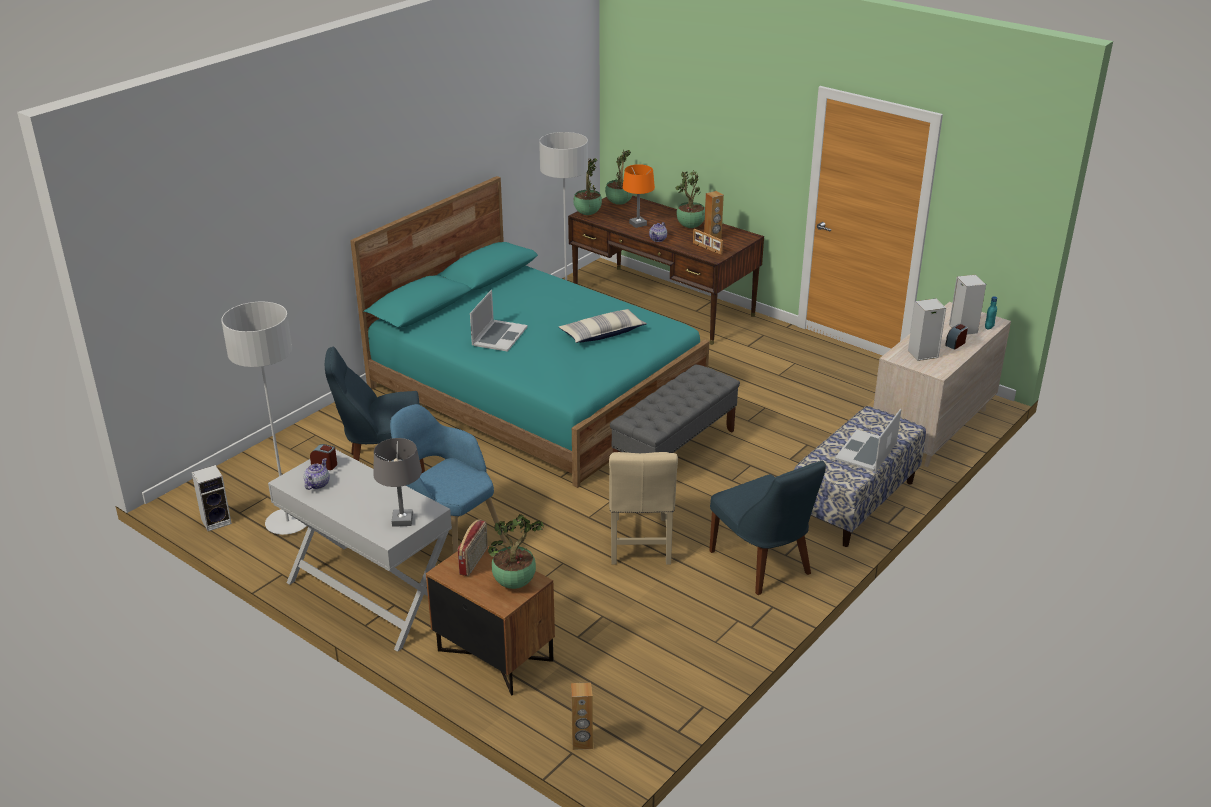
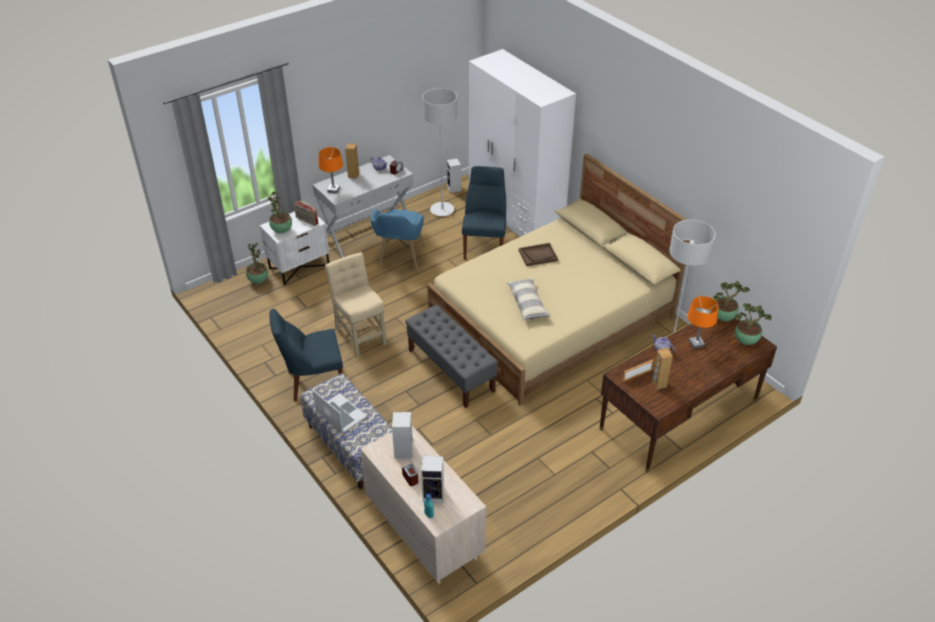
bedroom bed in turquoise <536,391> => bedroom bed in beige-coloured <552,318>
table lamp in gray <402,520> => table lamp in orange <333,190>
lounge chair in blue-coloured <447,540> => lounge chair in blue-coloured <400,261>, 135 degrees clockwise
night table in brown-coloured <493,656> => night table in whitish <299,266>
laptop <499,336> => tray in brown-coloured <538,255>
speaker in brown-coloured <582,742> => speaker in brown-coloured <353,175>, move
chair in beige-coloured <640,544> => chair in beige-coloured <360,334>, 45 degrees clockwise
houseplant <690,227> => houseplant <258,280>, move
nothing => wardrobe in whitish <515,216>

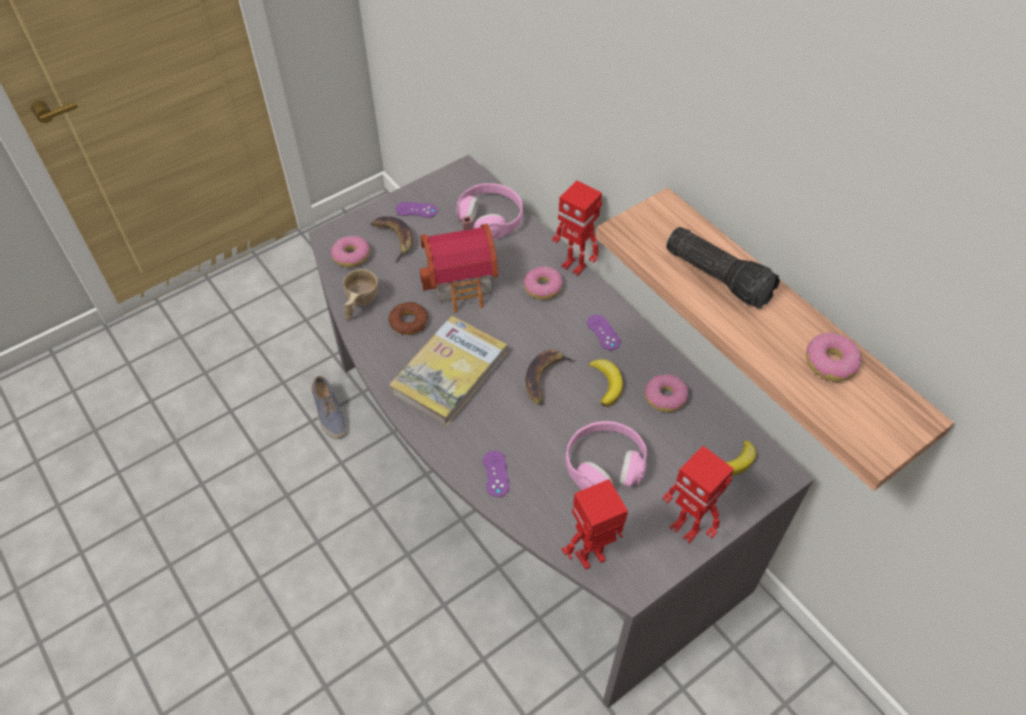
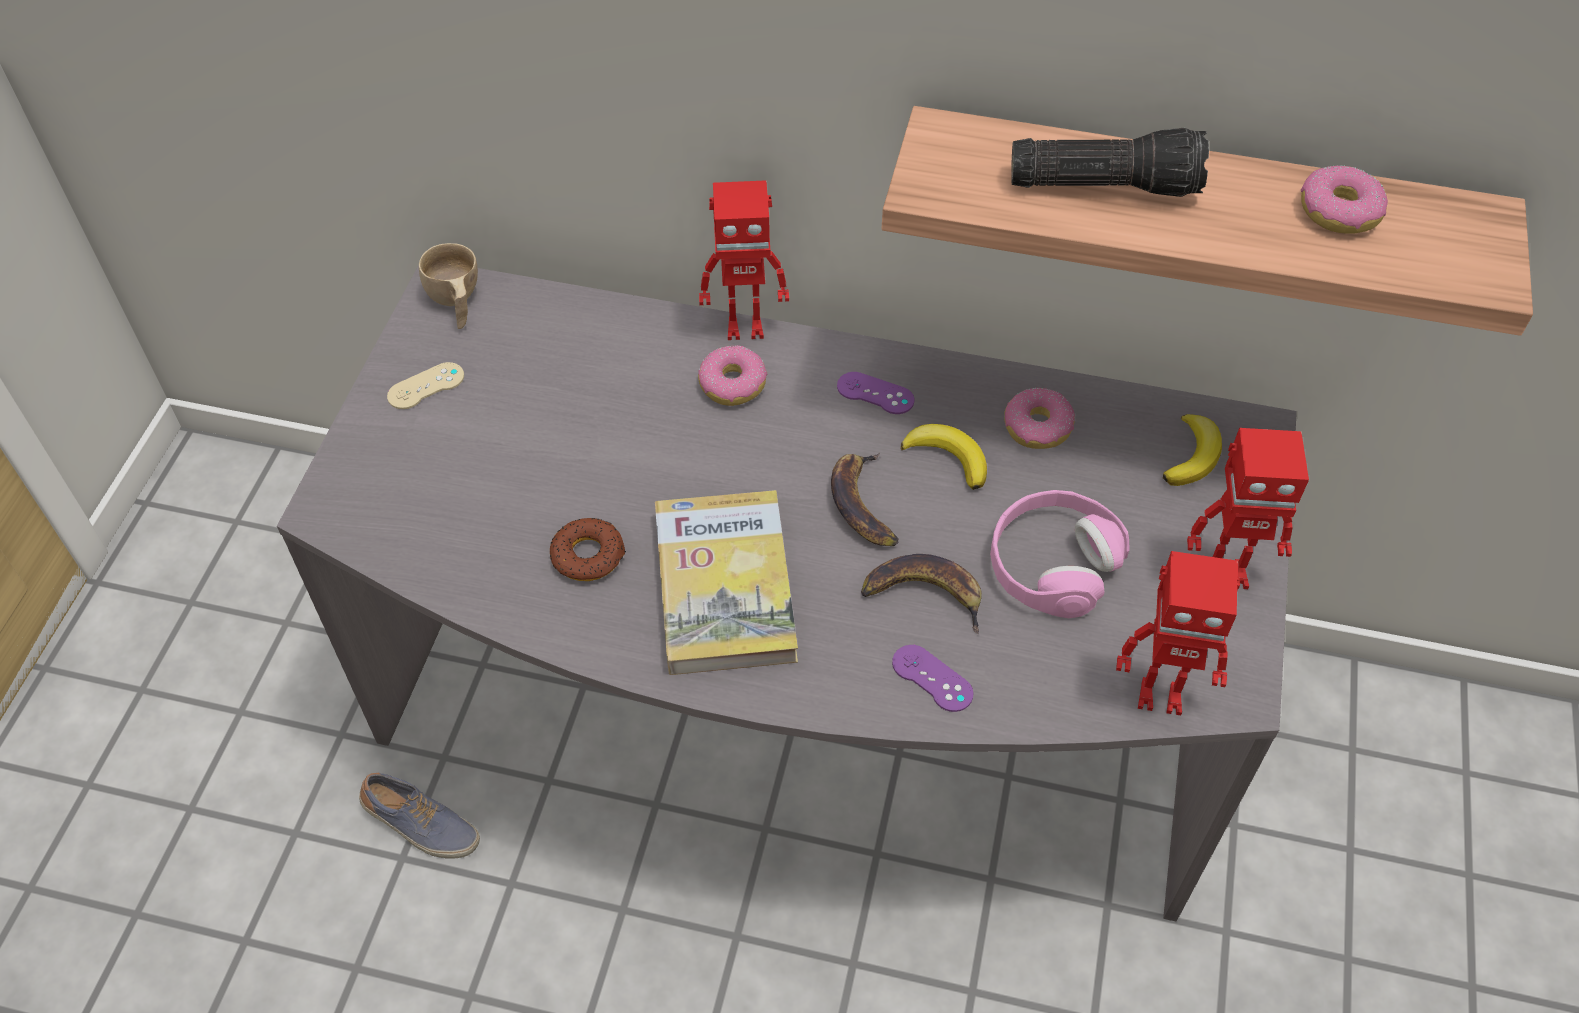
ring doughnut <351,256> => nothing
small cup in beige-coloured <359,304> => small cup in beige-coloured <456,303>, move
banana <394,239> => banana <925,594>, move
joypad in purple <416,210> => joypad in beige-coloured <426,386>
model house <463,282> => nothing
pair of headphones in pink <491,217> => nothing
robot figure <591,558> => robot figure <1159,695>, 105 degrees counterclockwise

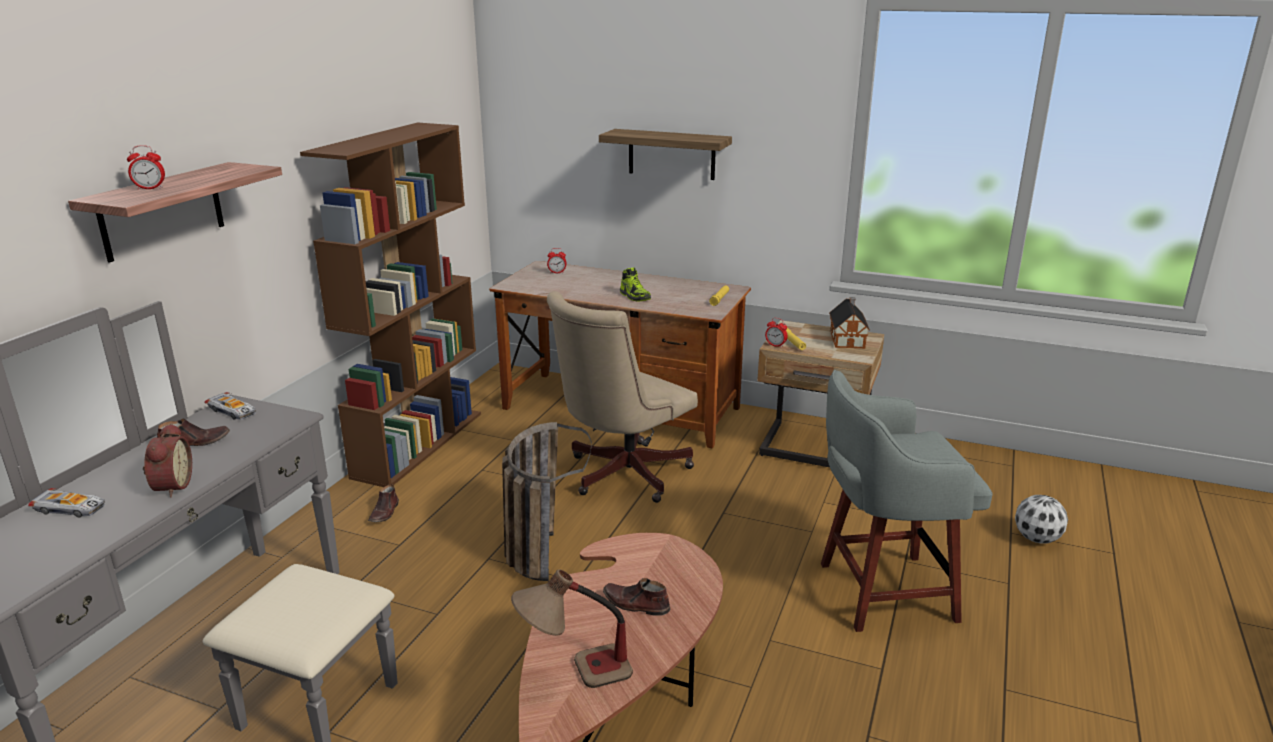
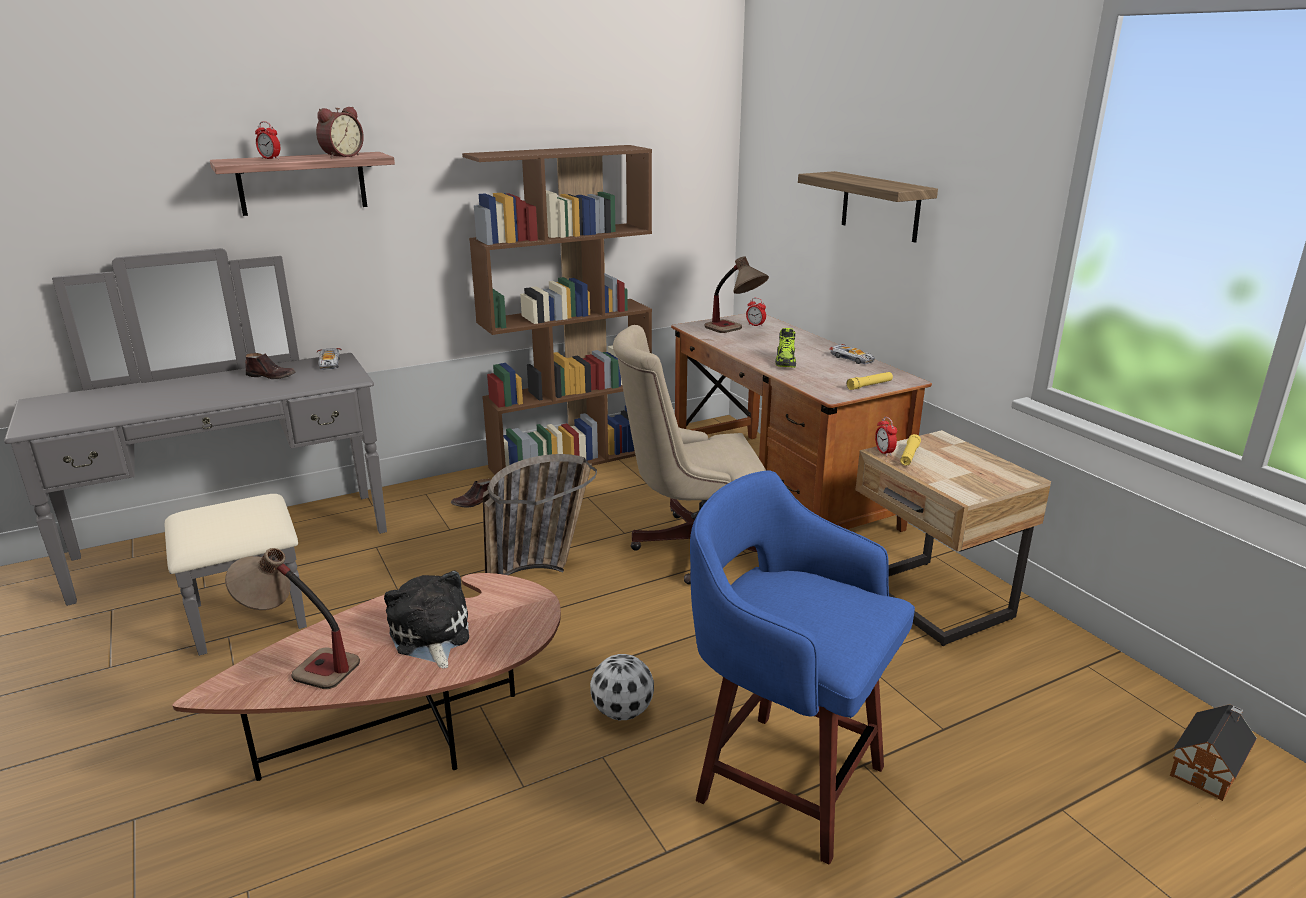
model car <70,508> => model car <852,358>, move
alarm clock <170,486> => alarm clock <341,156>, move
low shoe in brown-coloured <635,604> => plush toy <430,637>
stool seat in gray <881,592> => stool seat in blue-coloured <784,780>
model house <847,339> => model house <1208,767>, move
football ball <1037,539> => football ball <622,713>, move
nothing => table lamp <735,332>

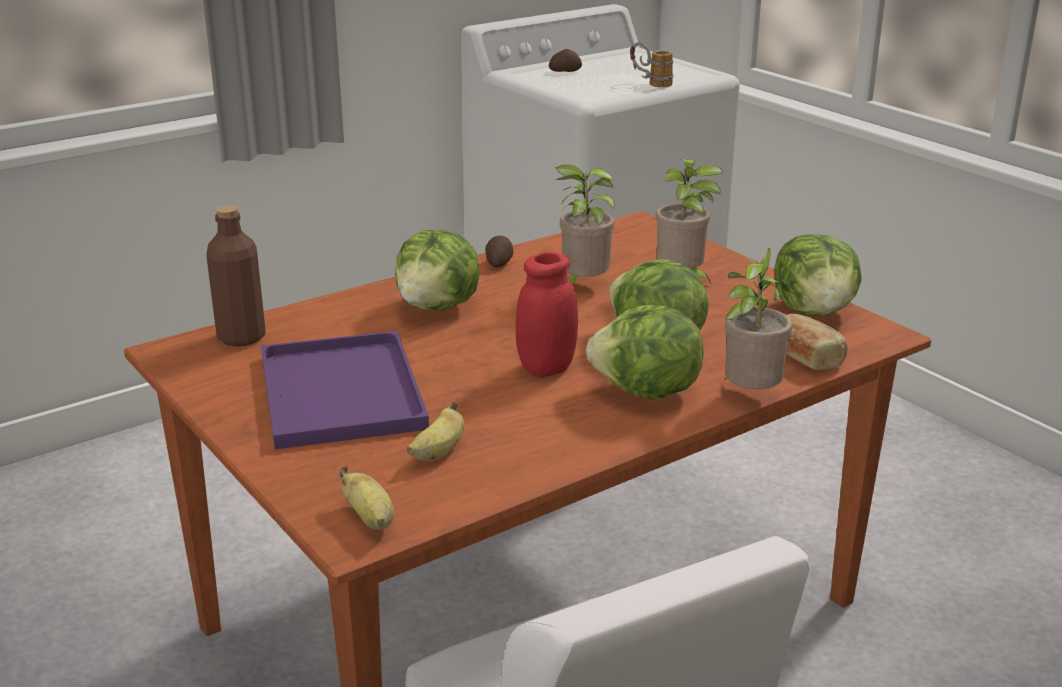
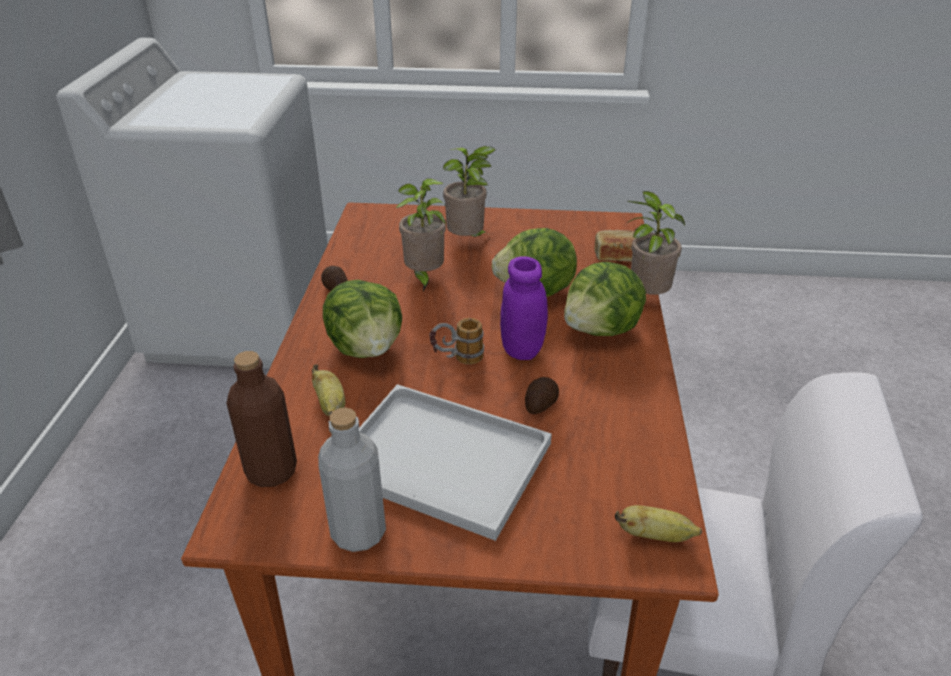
tray in purple <344,393> => tray in whitish <446,459>
banana <438,453> => banana <330,405>, move
jar in reddish <547,368> => jar in purple <522,349>
spud <565,71> => spud <540,404>, move
coffee mug <650,83> => coffee mug <457,359>, move
head of lettuce <815,311> => nothing
nothing => bottle in gray <358,532>

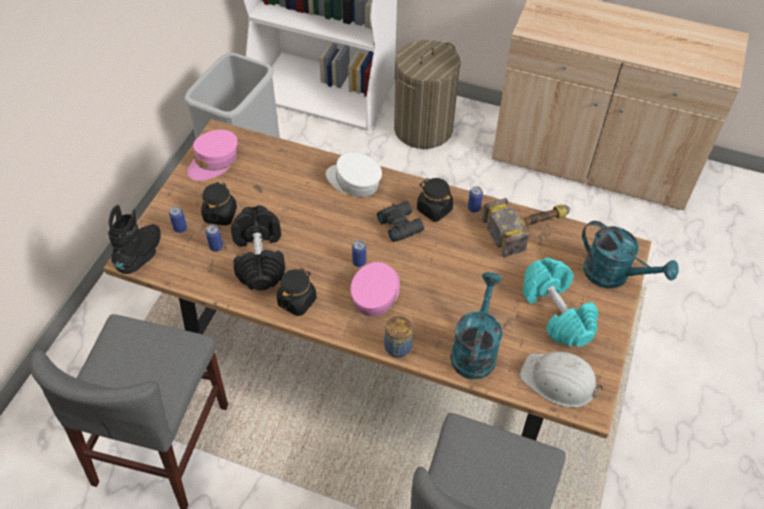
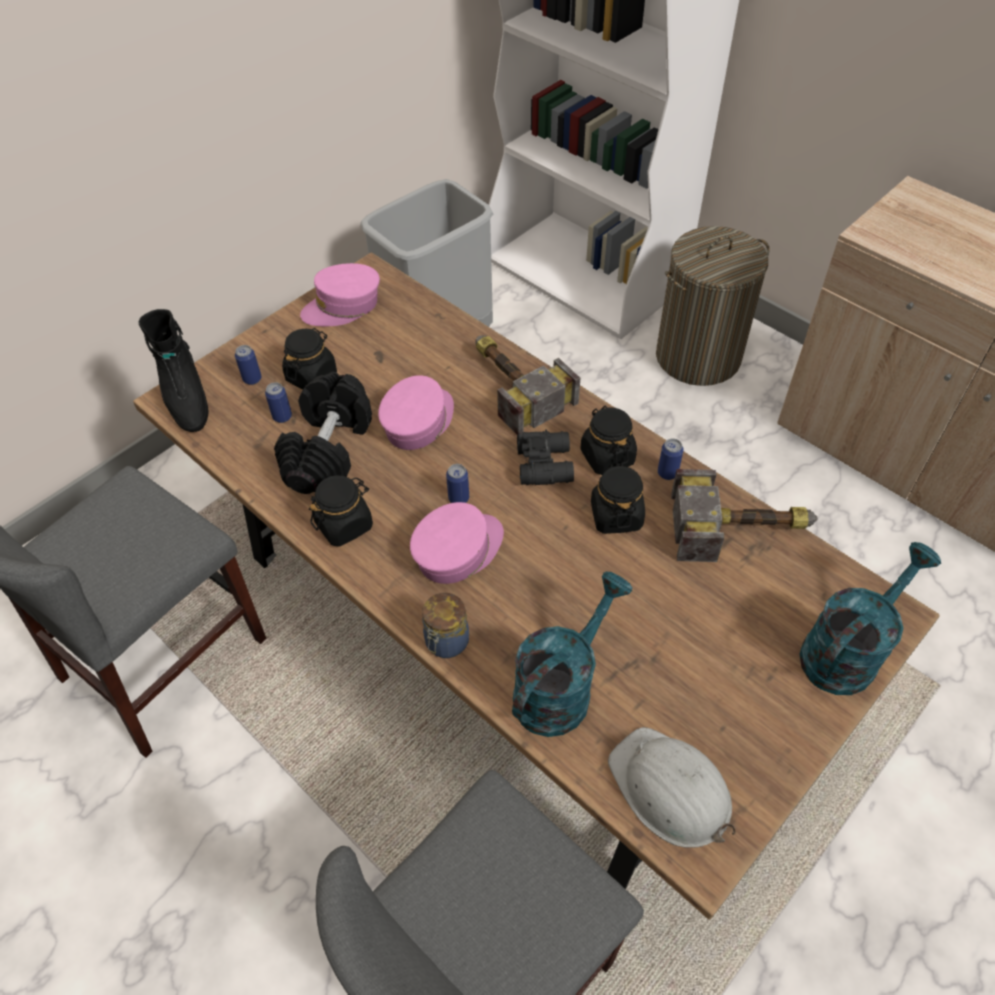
high-top boot in black-coloured <141,255> => high-top boot in black-coloured <186,399>, 120 degrees clockwise
peaked cap in whitish <354,181> => tool hammer <512,384>
hand weight in turquoise <557,312> => nothing
watering pot in turquoise <614,276> => watering pot in turquoise <847,650>, 105 degrees counterclockwise
nothing => peaked cap in pink <418,422>
nothing => jar in black-coloured <616,515>

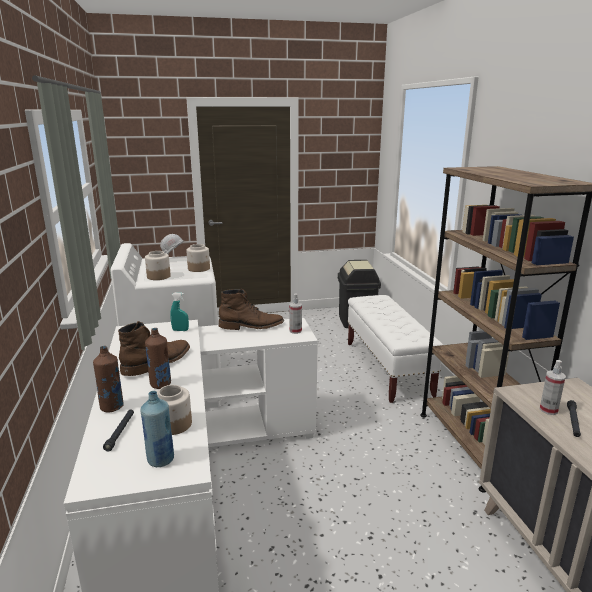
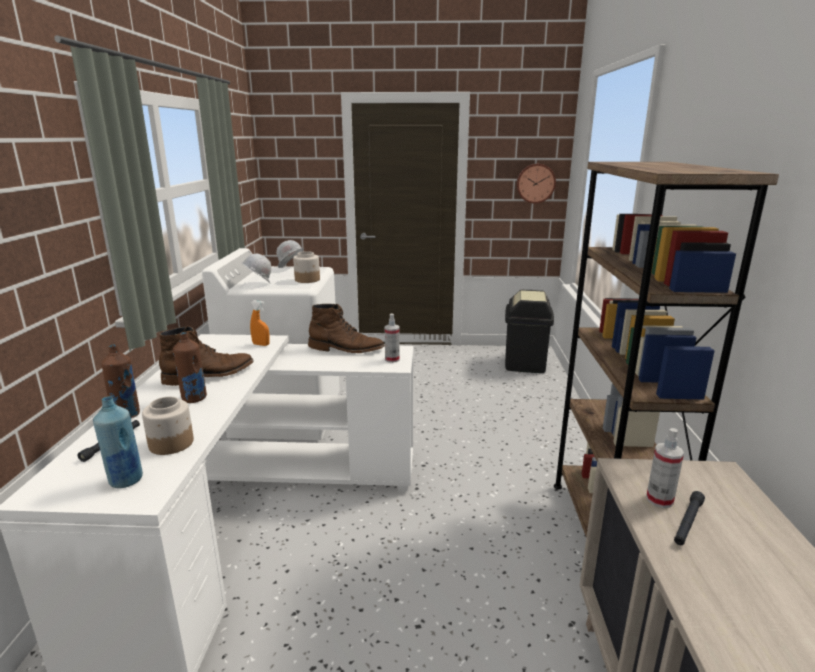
jar <158,276> => hard hat in whitish <258,284>
sprayer in turquoise <180,330> => sprayer in orange <261,344>
long seat in whitish <387,368> => nothing
nothing => hanging clock <535,183>

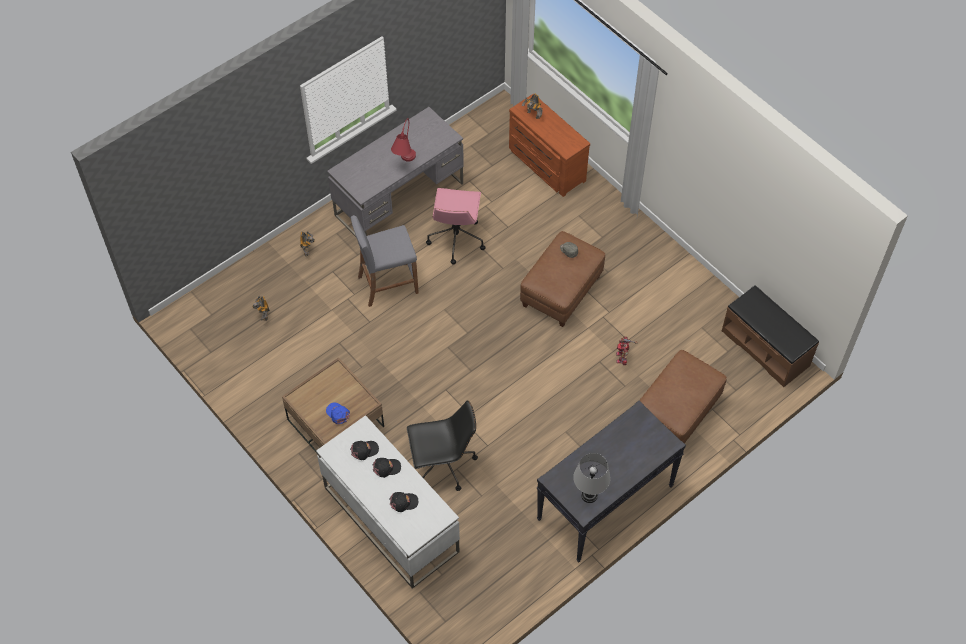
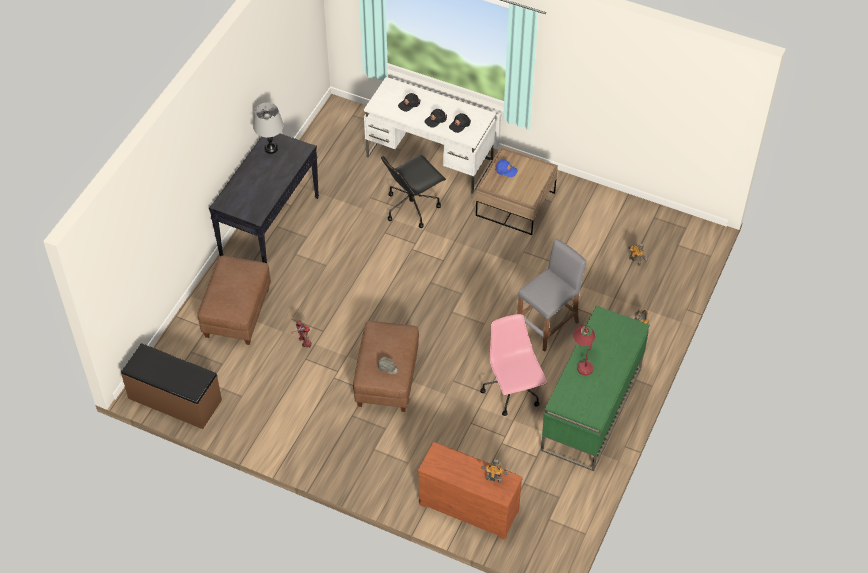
desk unit in gray <399,199> => desk unit in greenish <591,410>

